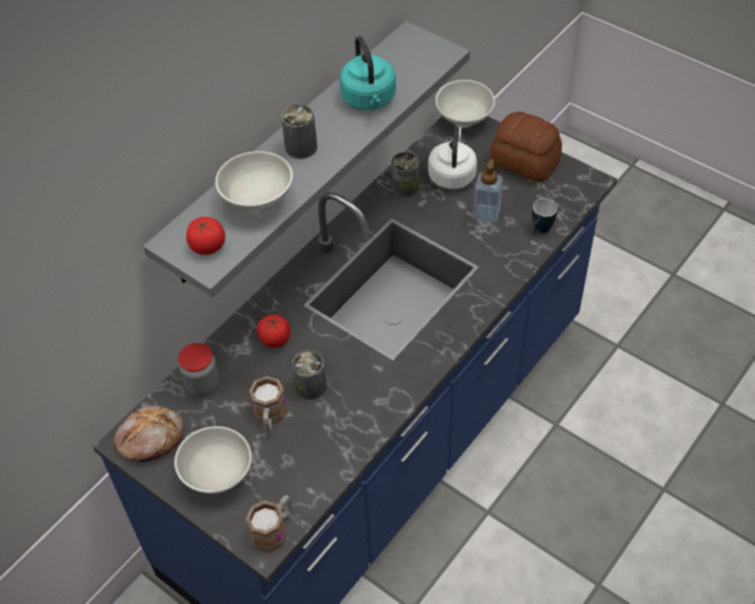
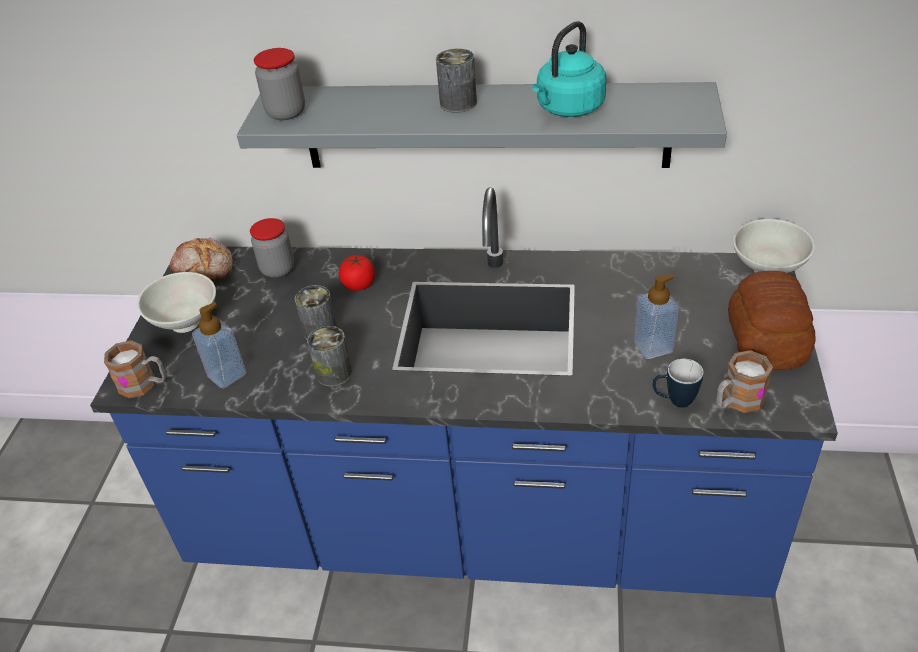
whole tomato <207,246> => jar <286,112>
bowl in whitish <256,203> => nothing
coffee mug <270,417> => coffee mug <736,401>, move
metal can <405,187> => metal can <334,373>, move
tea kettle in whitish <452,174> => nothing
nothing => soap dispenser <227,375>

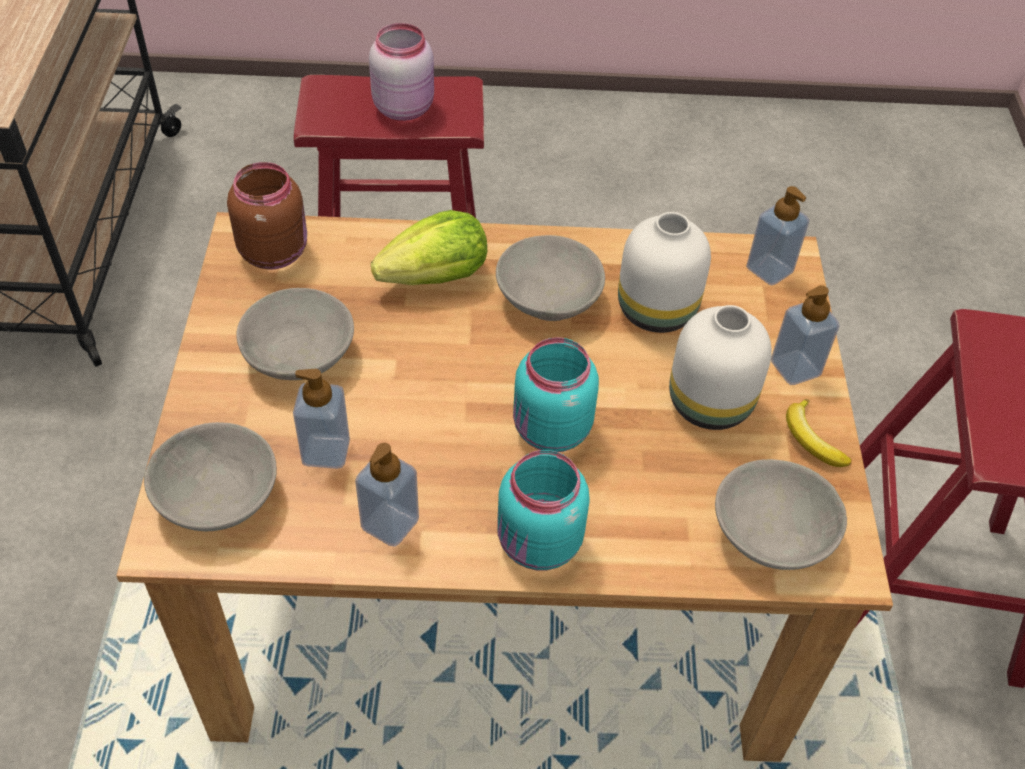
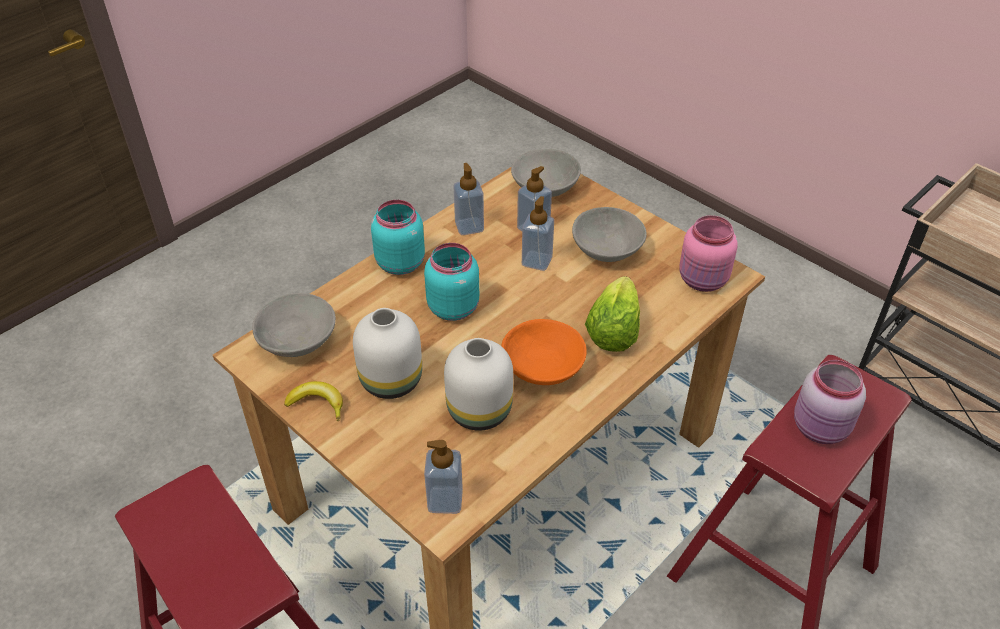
jar in brown-coloured <275,251> => jar in pink <703,281>
bowl in gray <548,300> => bowl in orange <543,368>
soap dispenser <795,368> => soap dispenser <537,261>, move

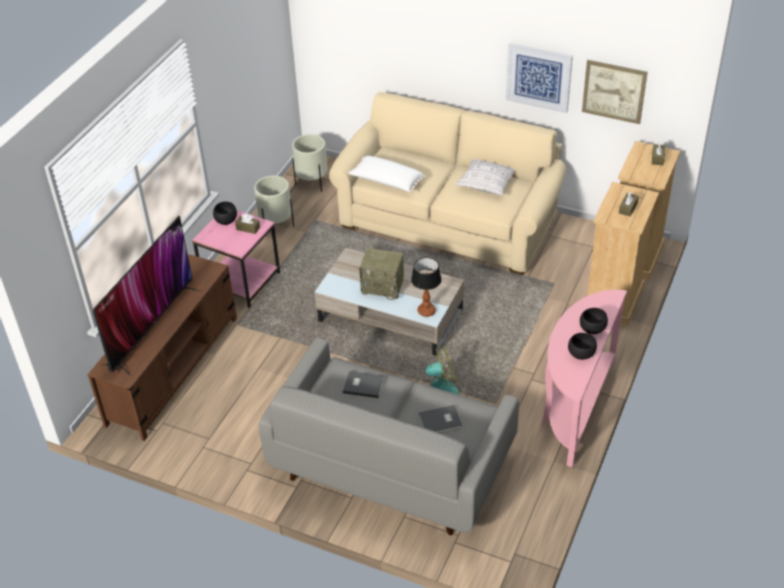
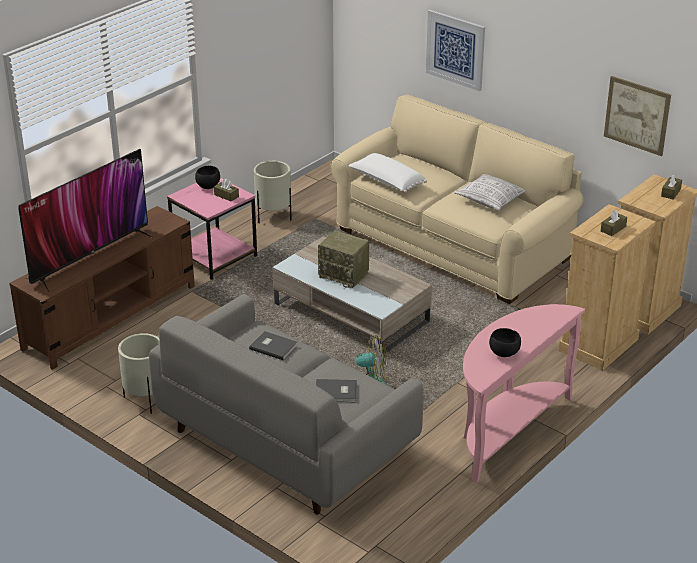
planter in beige-coloured <312,183> => planter in beige-coloured <145,399>, move
table lamp <426,311> => nothing
picture <538,77> => picture <455,49>, move
bowl in black-coloured <592,329> => nothing

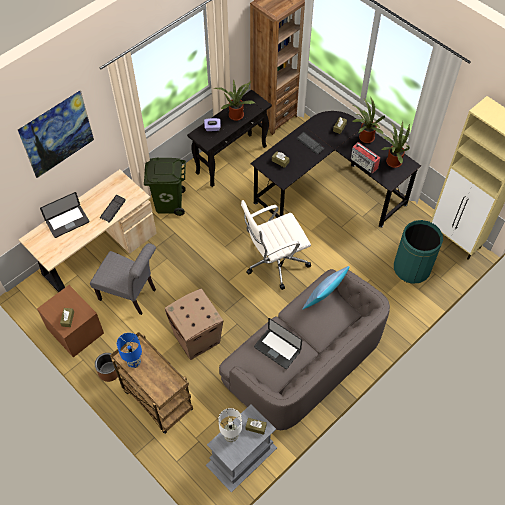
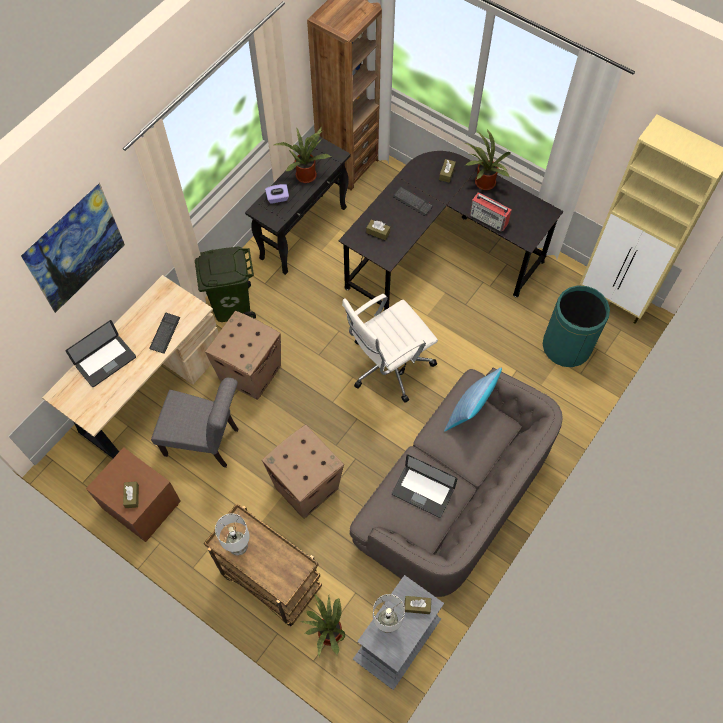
planter in brown-coloured <109,371> => nothing
table lamp in blue-coloured <134,362> => table lamp in whitish <238,547>
houseplant <392,161> => houseplant <327,632>, move
nothing => packing box <251,372>

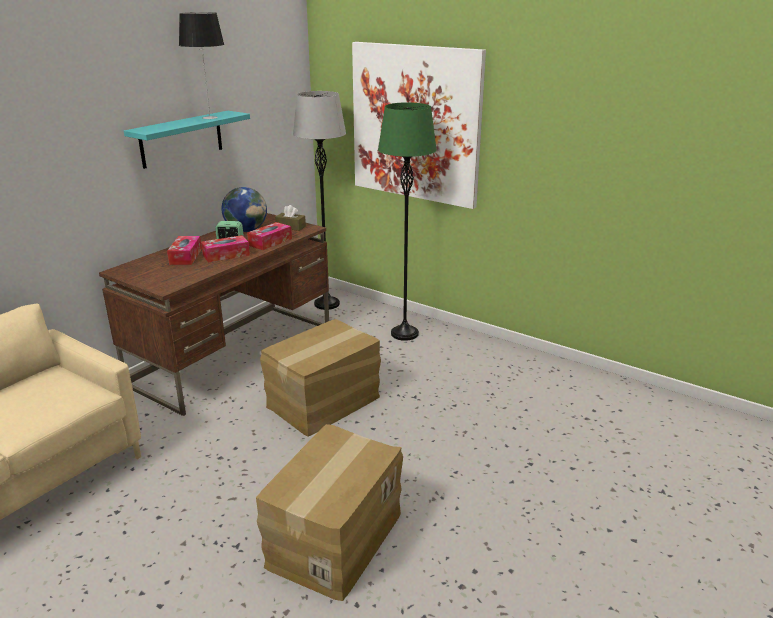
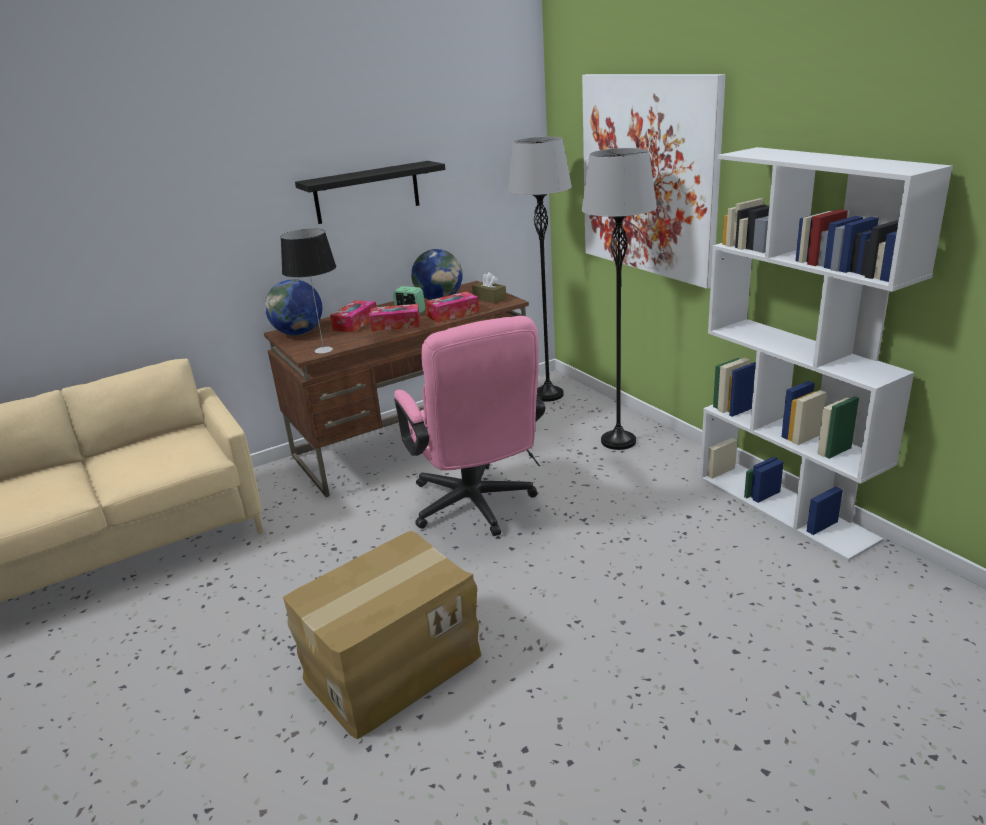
wall shelf in turquoise <181,139> => wall shelf in black-coloured <367,192>
table lamp <209,118> => table lamp <323,350>, move
packing box <324,403> => desk chair in pink <476,508>
standing lamp in greenish <404,333> => standing lamp in gray <618,441>
nothing => desk globe <299,333>
nothing => bookcase in whitish <786,508>

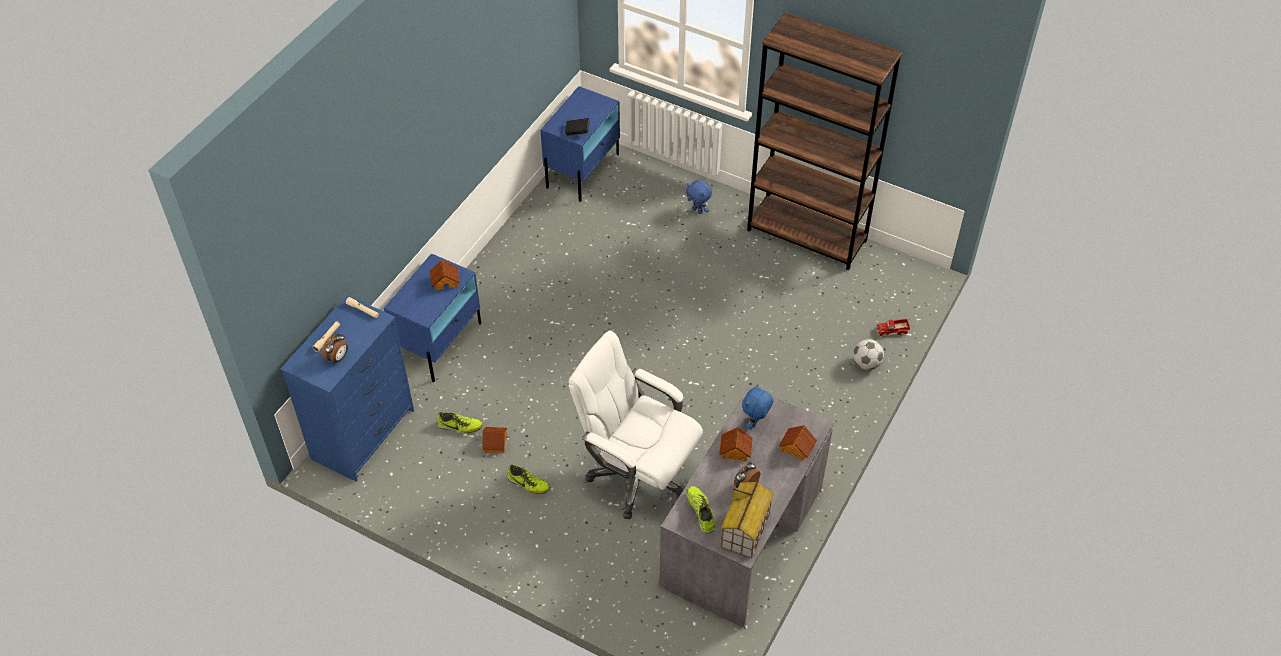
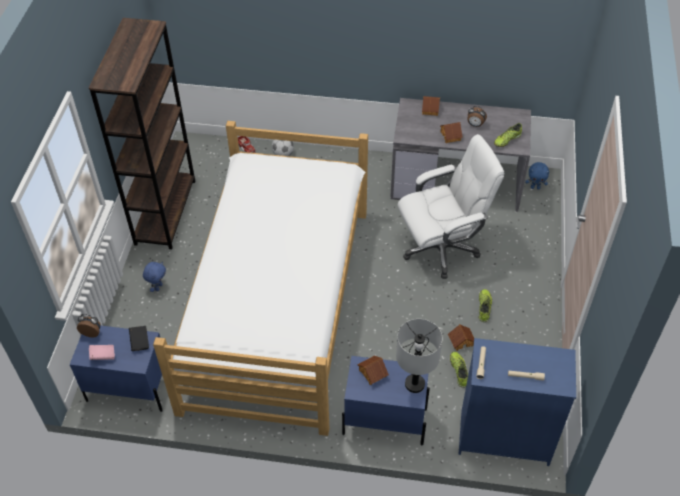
alarm clock <338,358> => alarm clock <92,332>, move
desk chair in whitish <637,475> => desk chair in whitish <441,248>, 120 degrees counterclockwise
model house <745,531> => nothing
plush toy in blue-coloured <755,423> => plush toy in blue-coloured <535,187>, move
nothing => bound book in pink <103,356>
nothing => bedroom bed <277,306>
nothing => table lamp in gray <414,384>

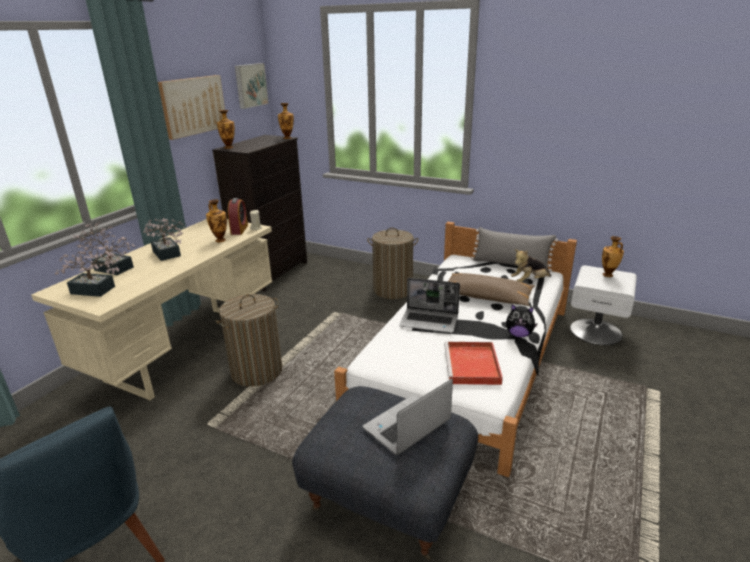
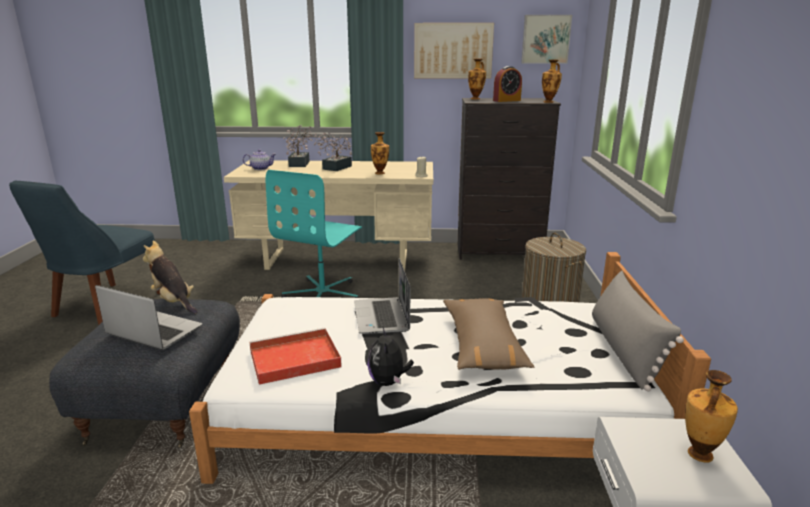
houseplant <97,290> => teapot <260,168>
washing basket <256,371> => desk chair in turquoise <323,294>
alarm clock <239,229> => alarm clock <506,100>, move
plush toy <529,281> => plush toy <174,301>, move

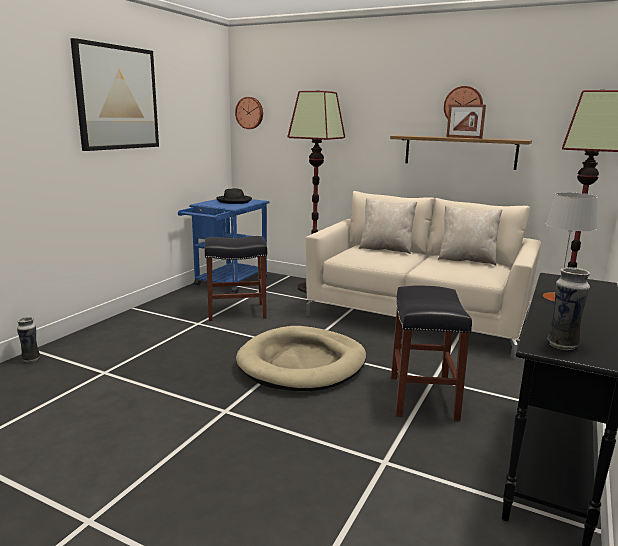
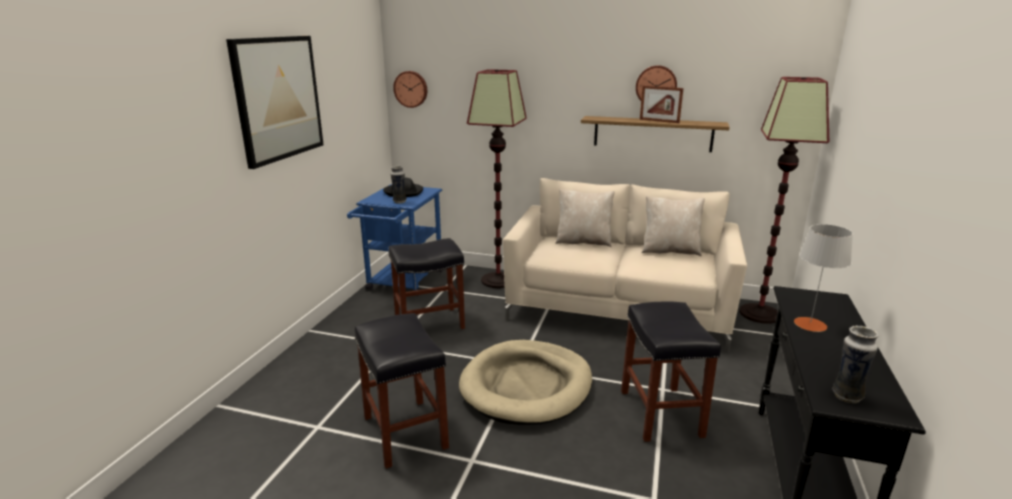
decorative vase <31,359> => decorative vase <399,201>, move
nothing => stool seat in black-coloured <406,432>

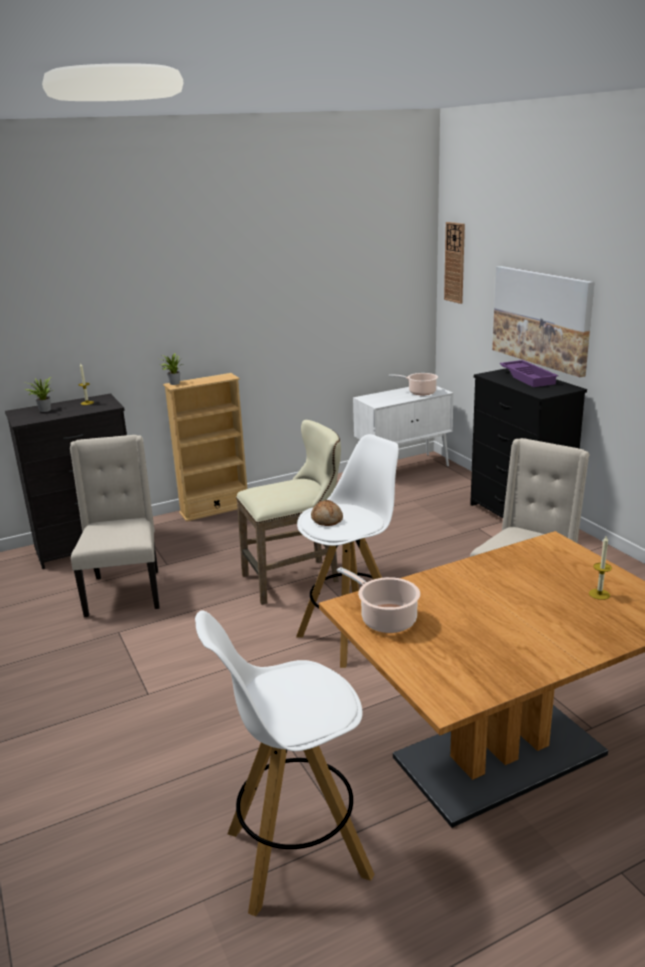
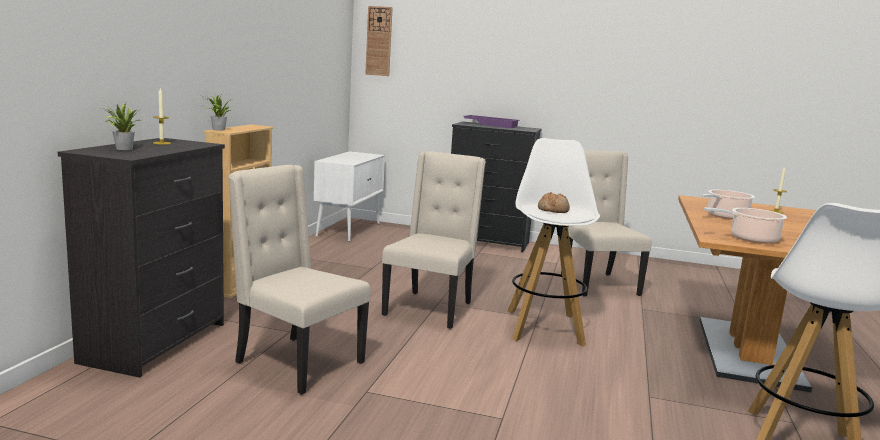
stool seat in beige-coloured <297,579> => chair in beige-coloured <430,308>
stockpot <420,392> => stockpot <725,216>, move
picture <541,318> => nothing

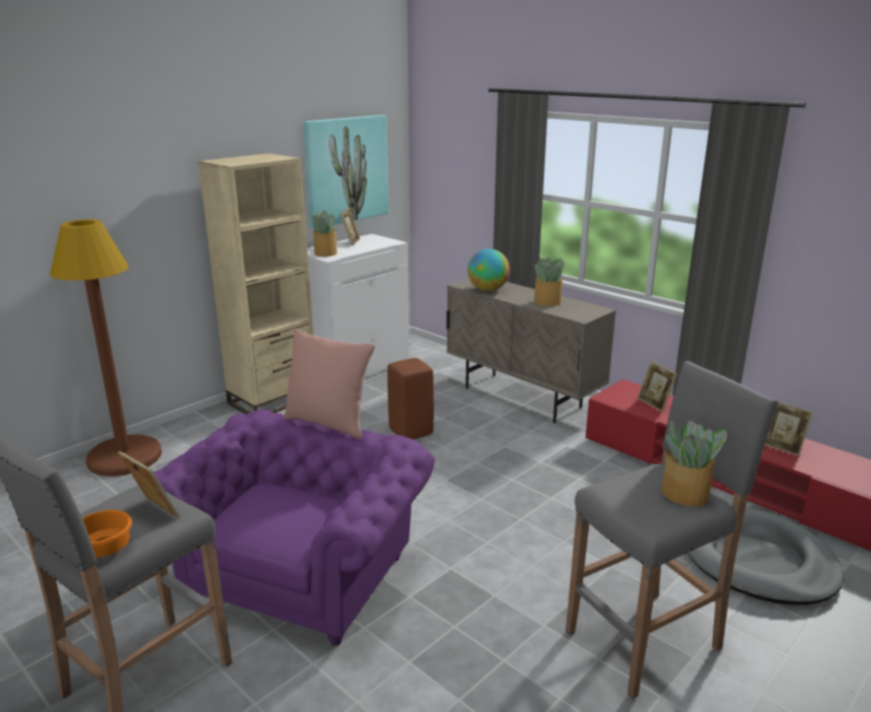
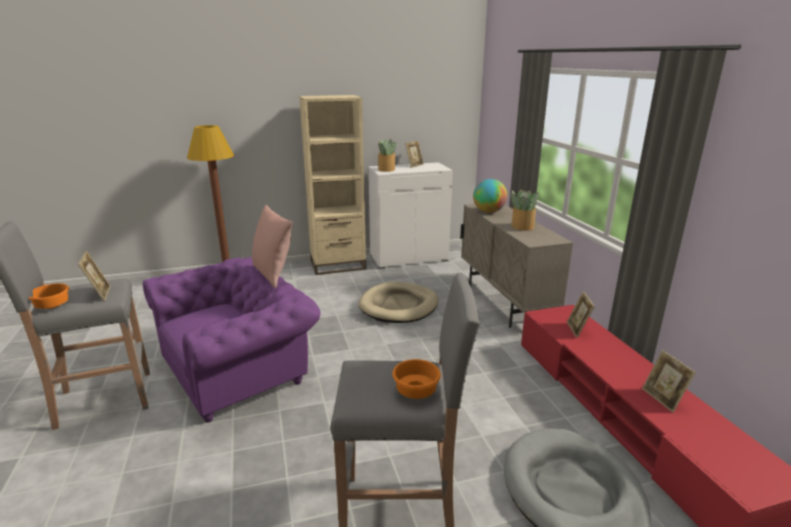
picture <346,170> => nothing
stool seat in brown-coloured <411,432> => pet bed in beige-coloured <399,306>
houseplant <685,494> => bowl in orange <414,391>

